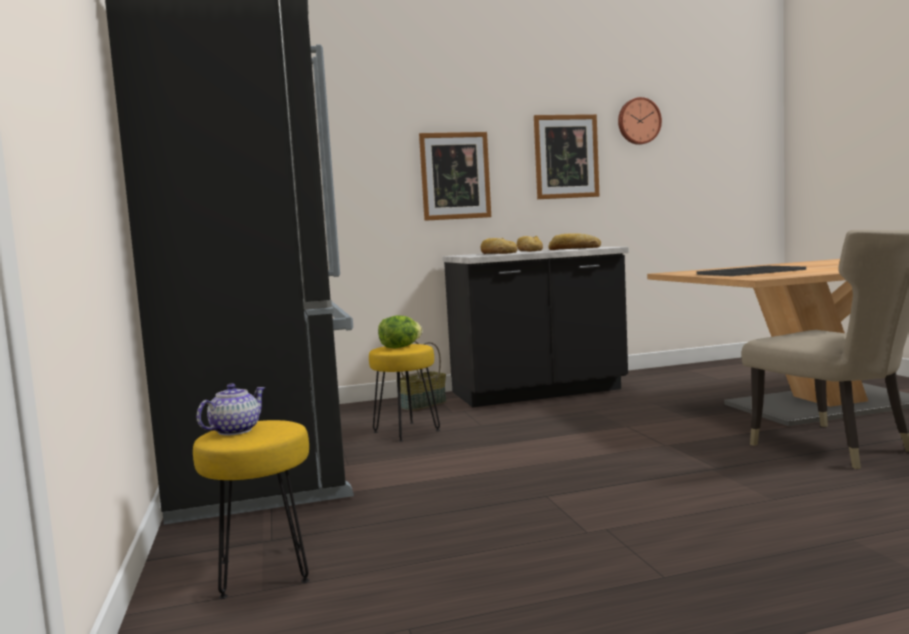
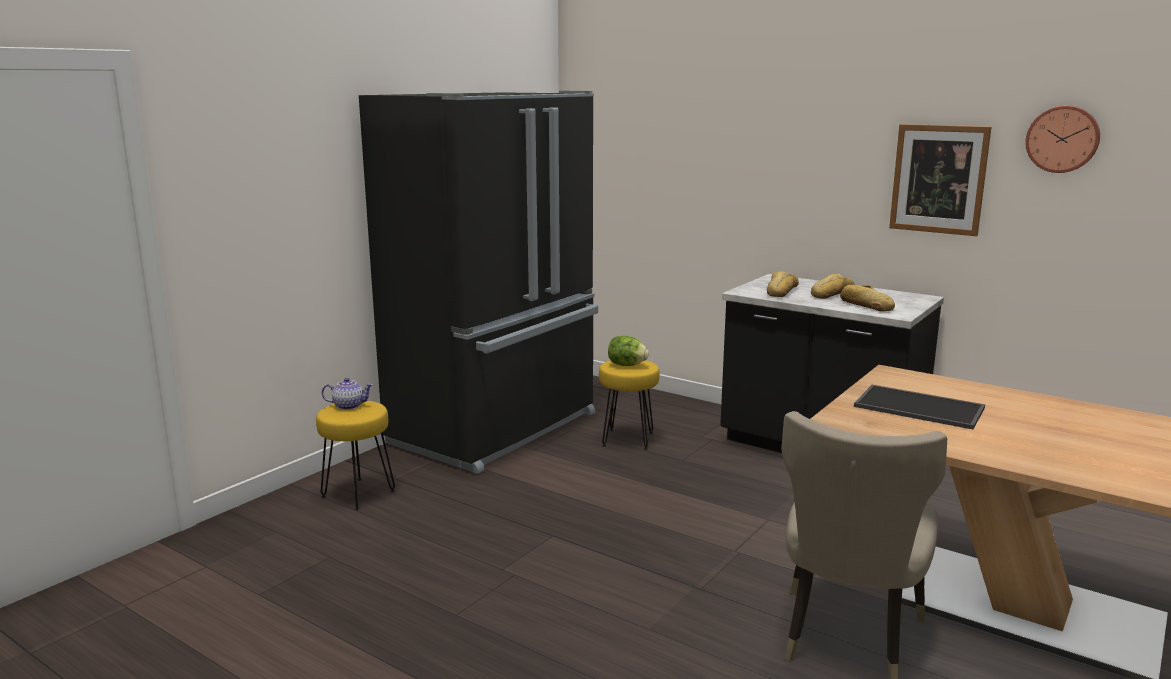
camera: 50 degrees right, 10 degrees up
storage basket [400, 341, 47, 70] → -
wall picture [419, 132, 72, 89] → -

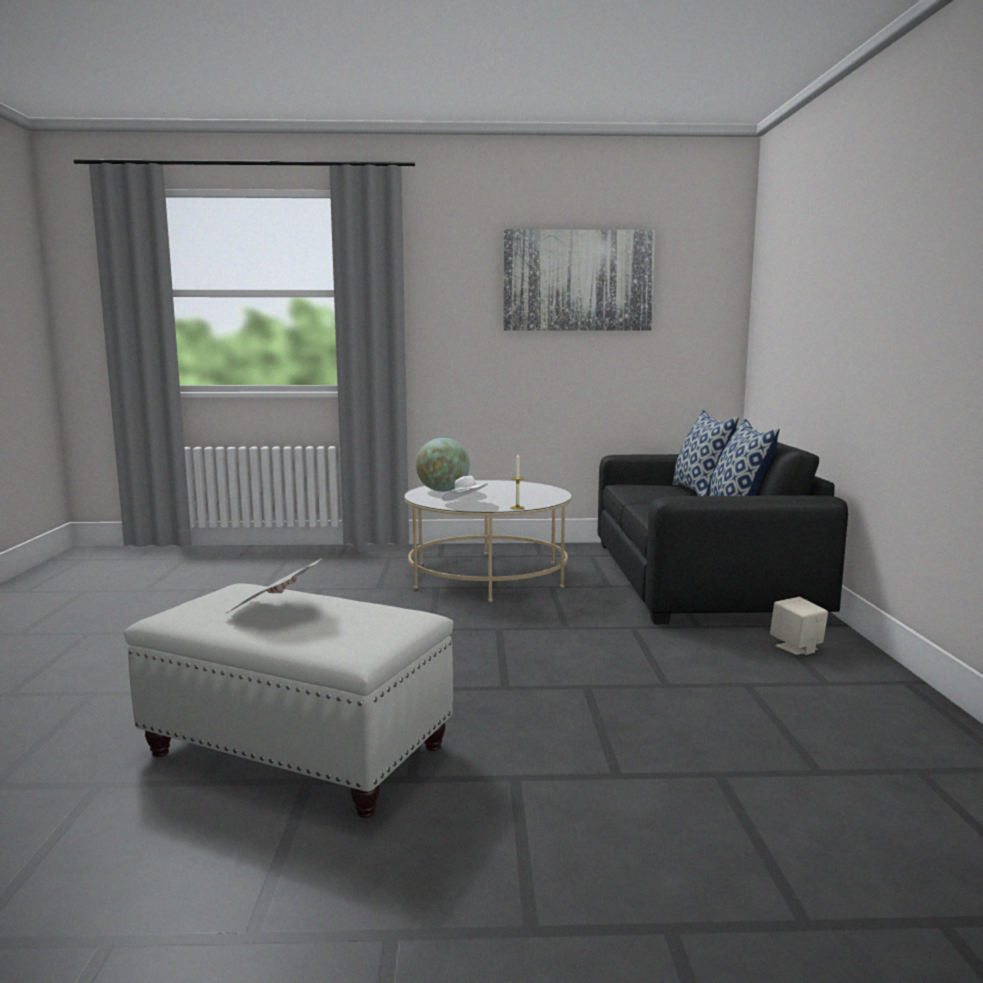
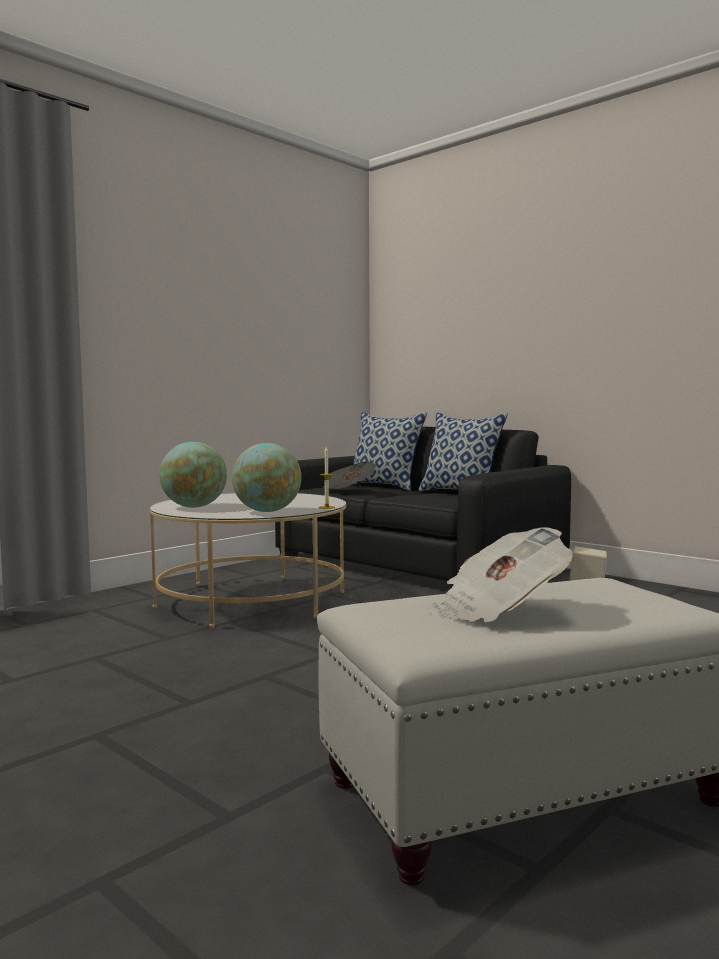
camera: 45 degrees left, 5 degrees down
clothing hat (white-coloured) [442, 476, 46, 26] → world globe [232, 443, 70, 69]
wall picture [503, 229, 152, 102] → -
- → printed paper [323, 461, 54, 28]

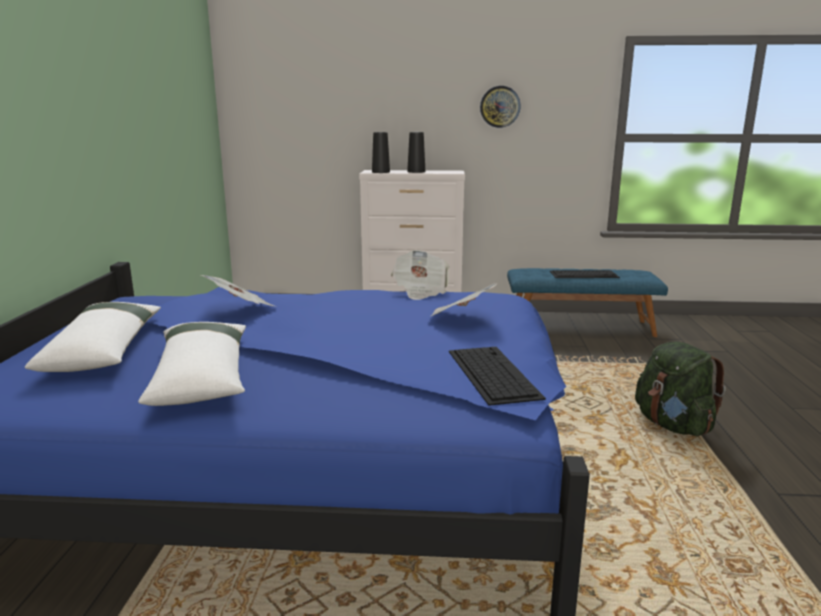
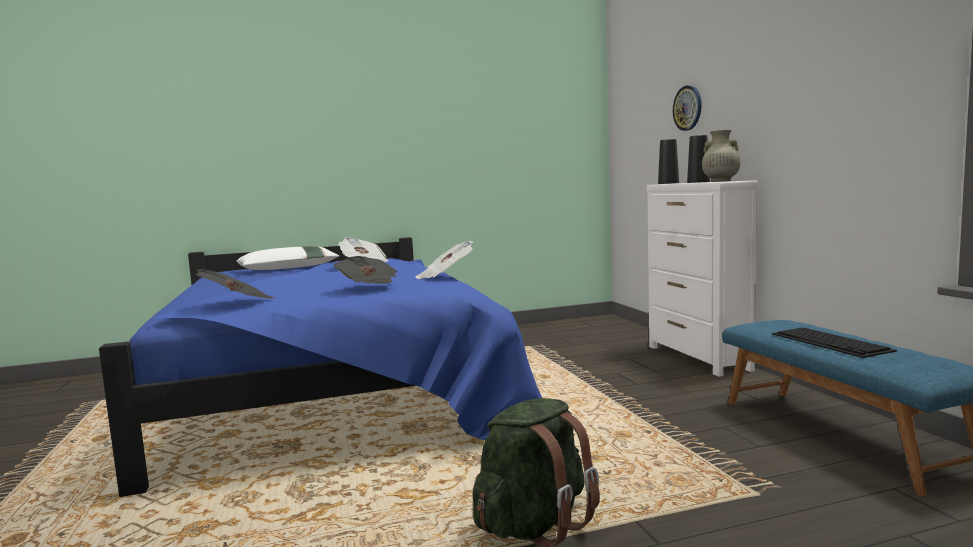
camera: 70 degrees right, 10 degrees down
throw pillow (white-coloured) [138, 322, 108, 84] → -
keyboard [449, 347, 97, 59] → printed paper [196, 269, 80, 30]
clock on the wall [480, 86, 41, 42] → clock on the wall [673, 86, 28, 45], moved
- → flower vase (beige-coloured) [702, 130, 38, 52]

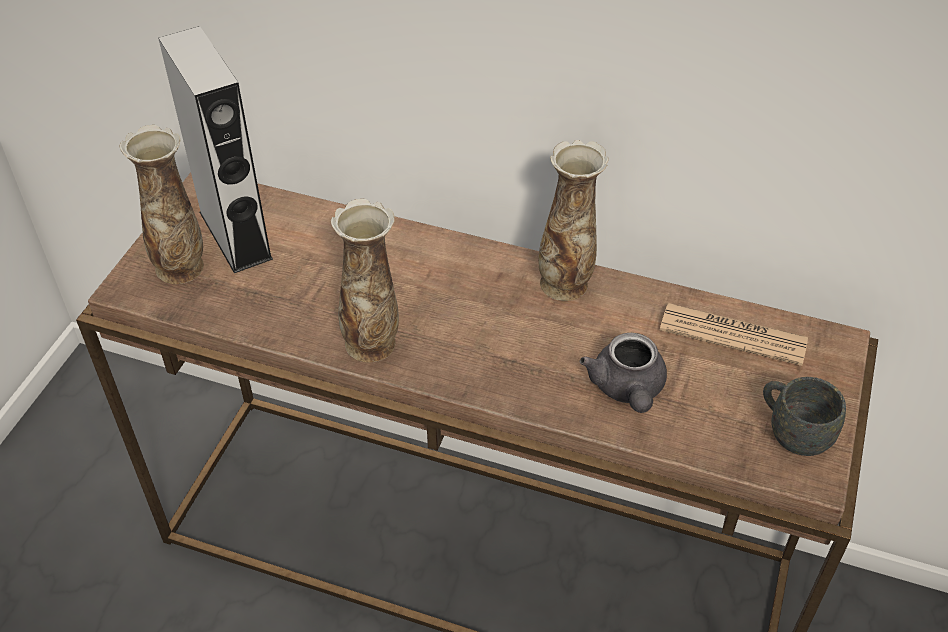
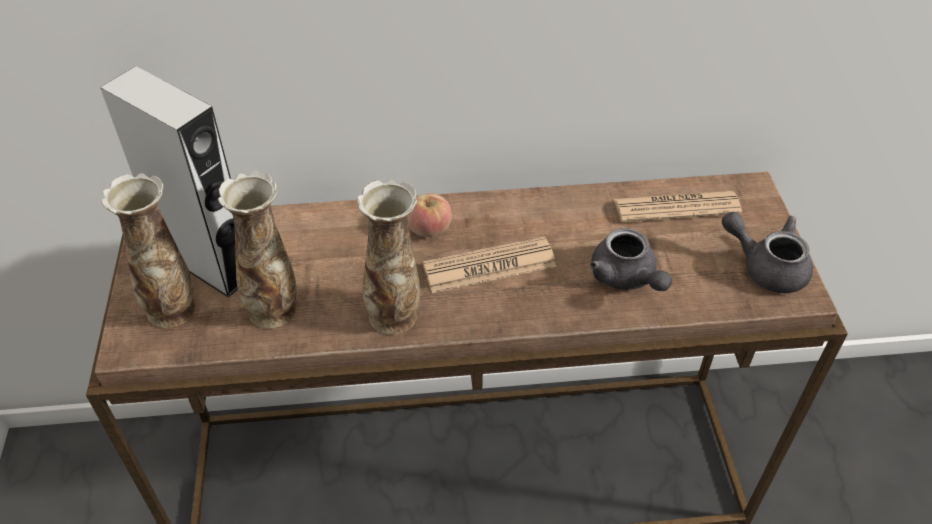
camera: 25 degrees left, 0 degrees up
flower vase [538, 140, 70, 161] → flower vase [218, 171, 79, 158], moved
coffee mug (gray) [763, 377, 83, 79] → teapot (gray) [722, 212, 91, 81]
- → whole apple [408, 193, 44, 44]
- → printed paper [422, 236, 135, 57]

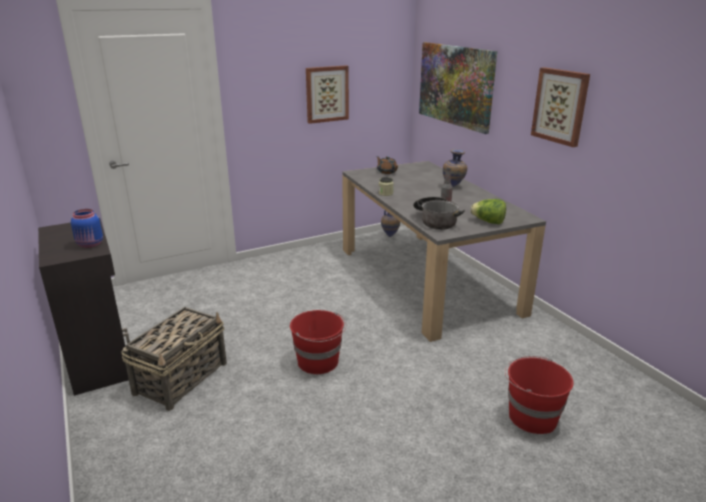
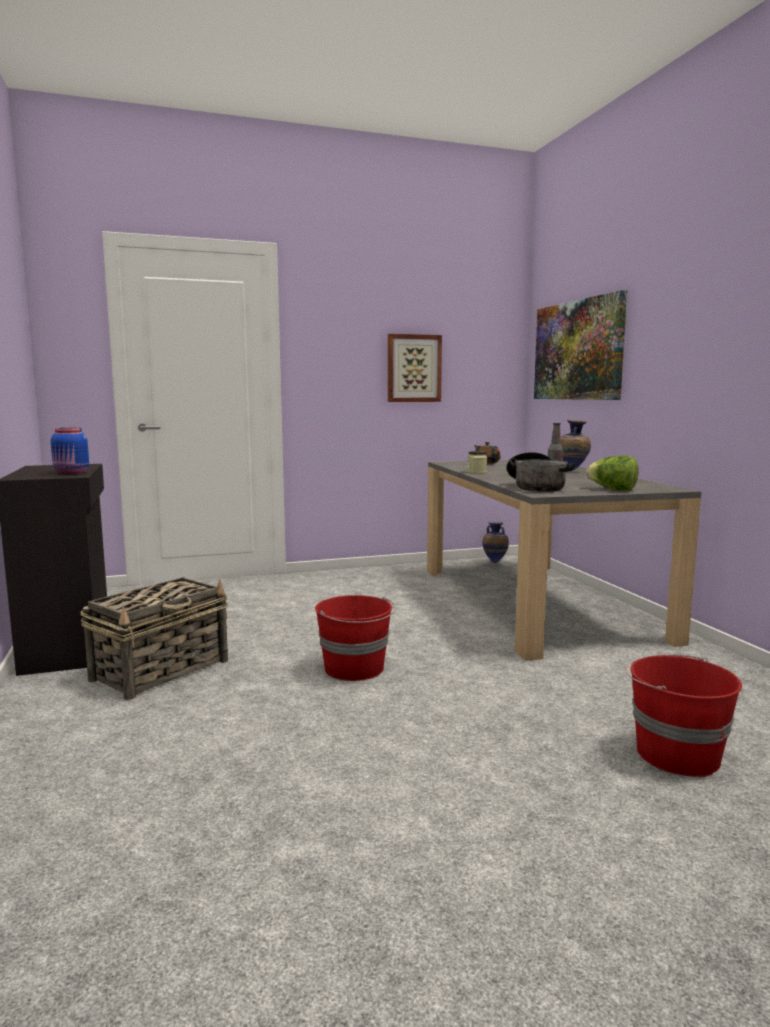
camera: 10 degrees right, 15 degrees down
wall picture [531, 67, 59, 80] → -

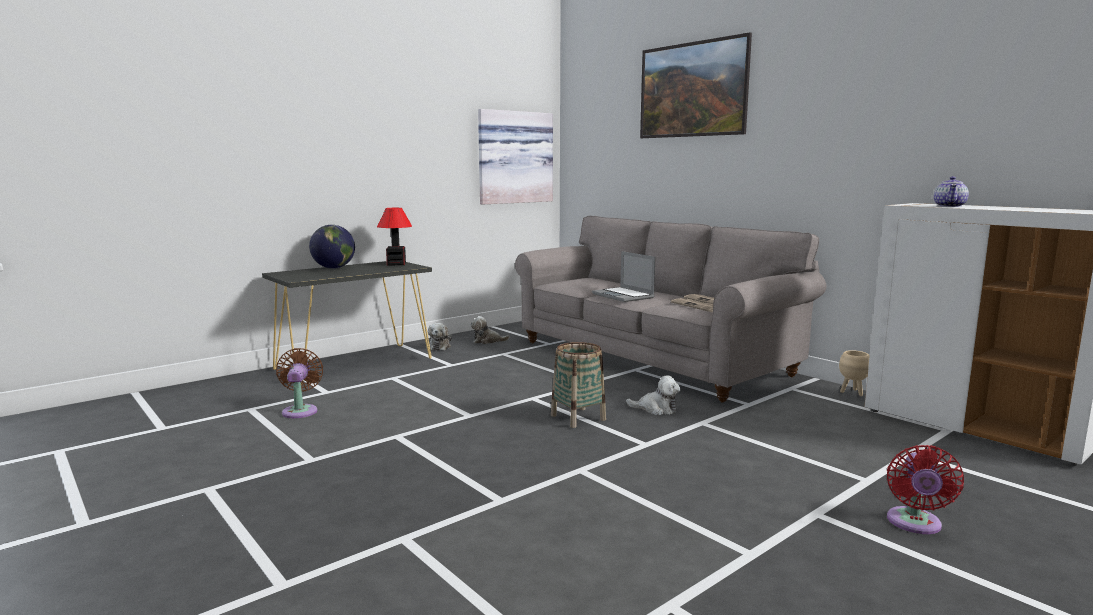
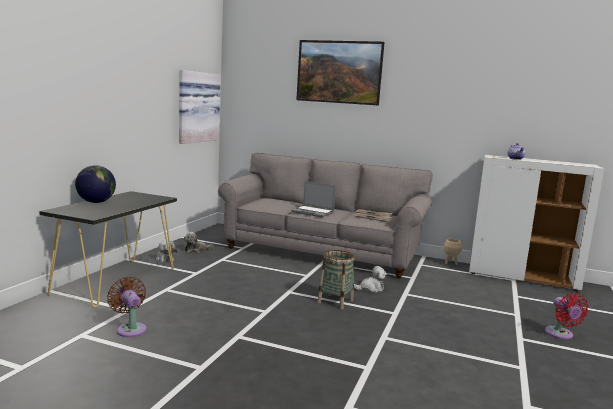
camera: 30 degrees left, 0 degrees up
lamp for a table [377, 208, 35, 57] → -

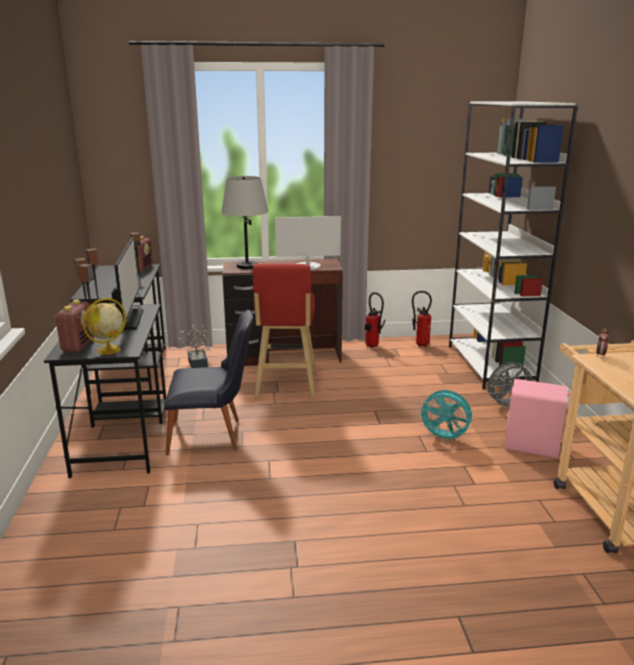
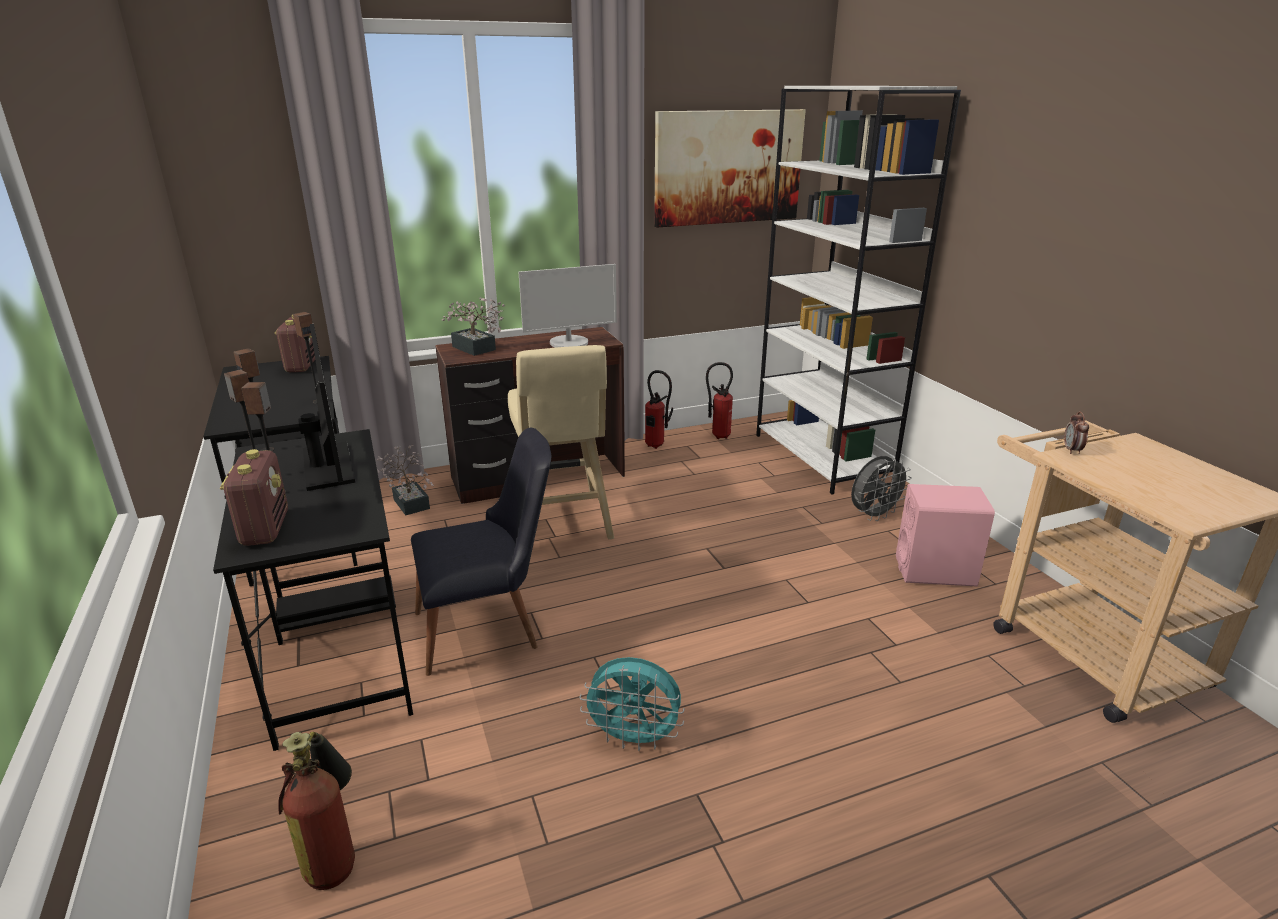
camera: 15 degrees left, 5 degrees up
world globe [83, 298, 43, 57] → -
lamp for a table (gray) [221, 176, 48, 93] → plant in a pot [442, 297, 63, 59]
sitting stool (red) [253, 264, 63, 134] → sitting stool (beige-coloured) [508, 345, 106, 194]
cooling fan (blue-green) [417, 390, 56, 53] → cooling fan (blue-green) [580, 657, 105, 94], moved
- → extinguisher [278, 732, 77, 158]
- → wall picture [654, 109, 152, 118]

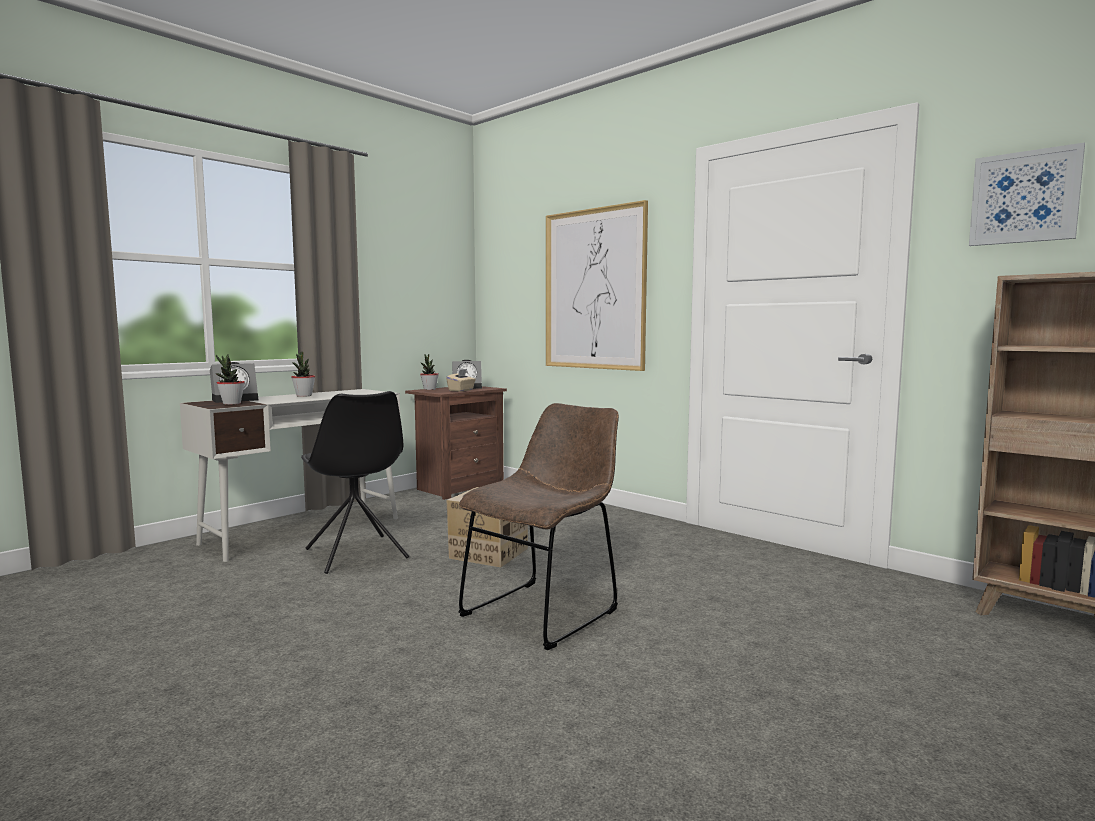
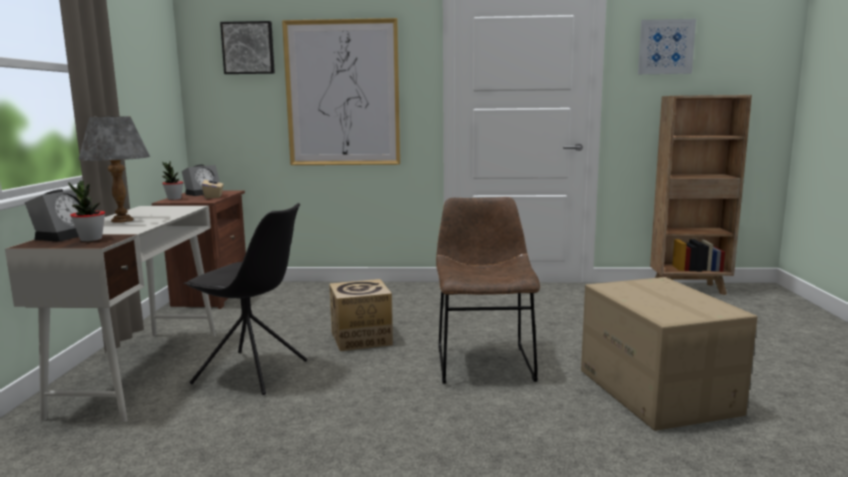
camera: 40 degrees left, 5 degrees up
plant in a pot [291, 351, 25, 46] → lamp for a table (gray) [78, 116, 72, 107]
- → wall picture [220, 21, 55, 53]
- → cardboard box [581, 277, 176, 154]

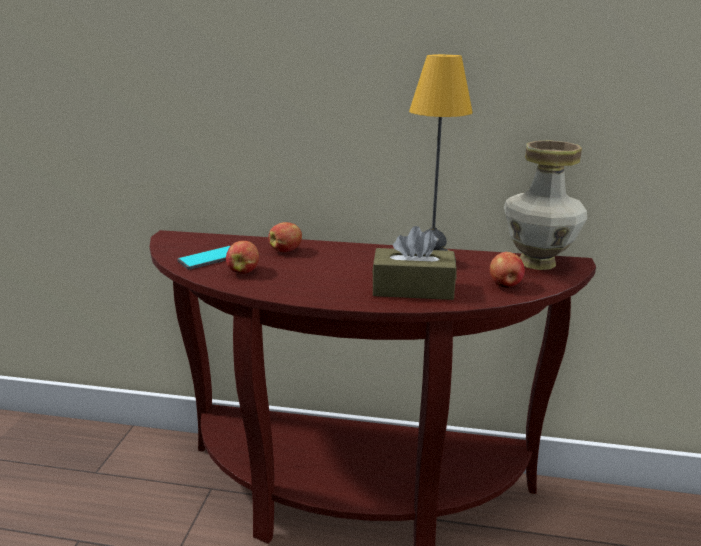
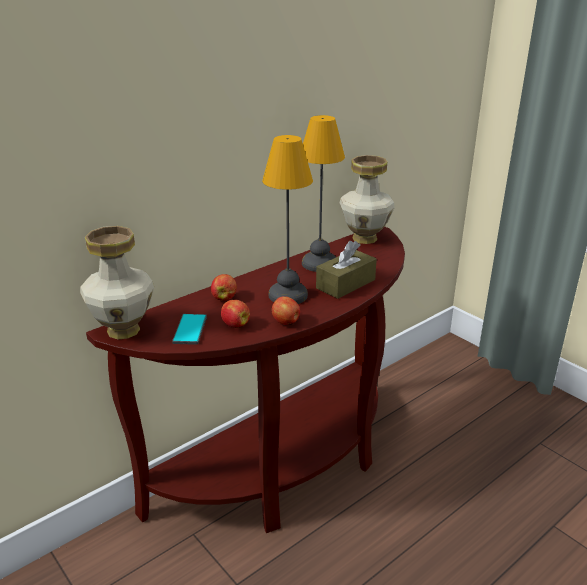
camera: 50 degrees left, 5 degrees up
whole apple [490, 252, 35, 36] → whole apple [272, 296, 28, 29], moved
- → flower vase [80, 226, 74, 113]
- → lamp for a table [262, 135, 51, 169]

